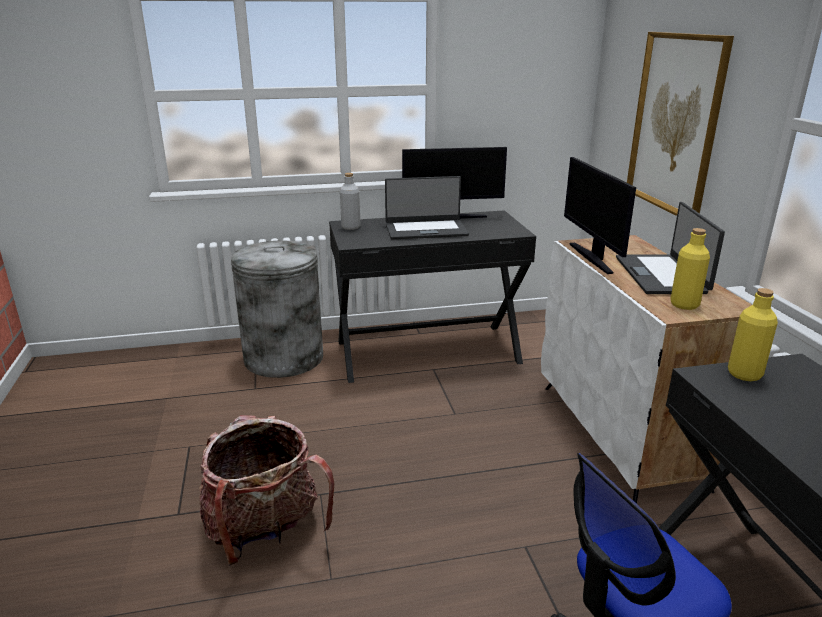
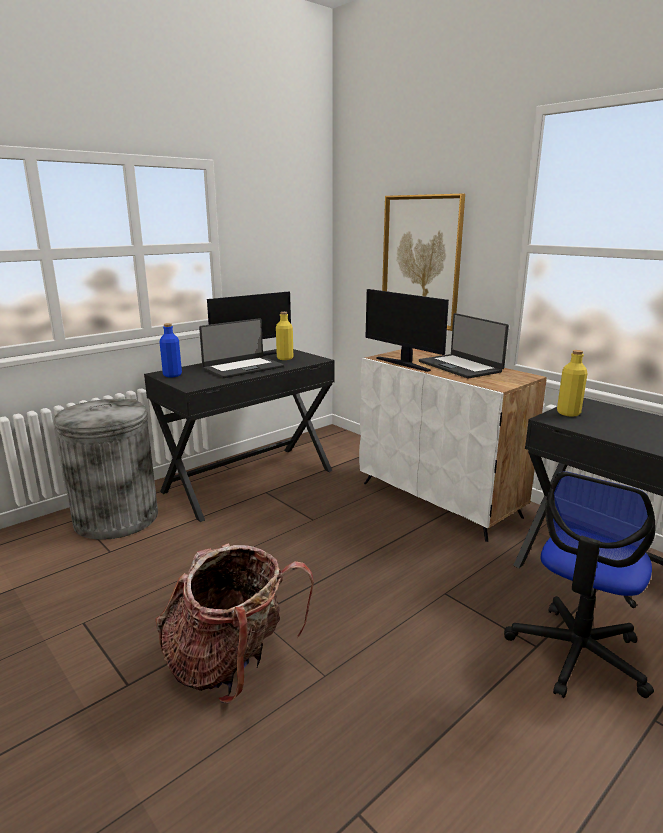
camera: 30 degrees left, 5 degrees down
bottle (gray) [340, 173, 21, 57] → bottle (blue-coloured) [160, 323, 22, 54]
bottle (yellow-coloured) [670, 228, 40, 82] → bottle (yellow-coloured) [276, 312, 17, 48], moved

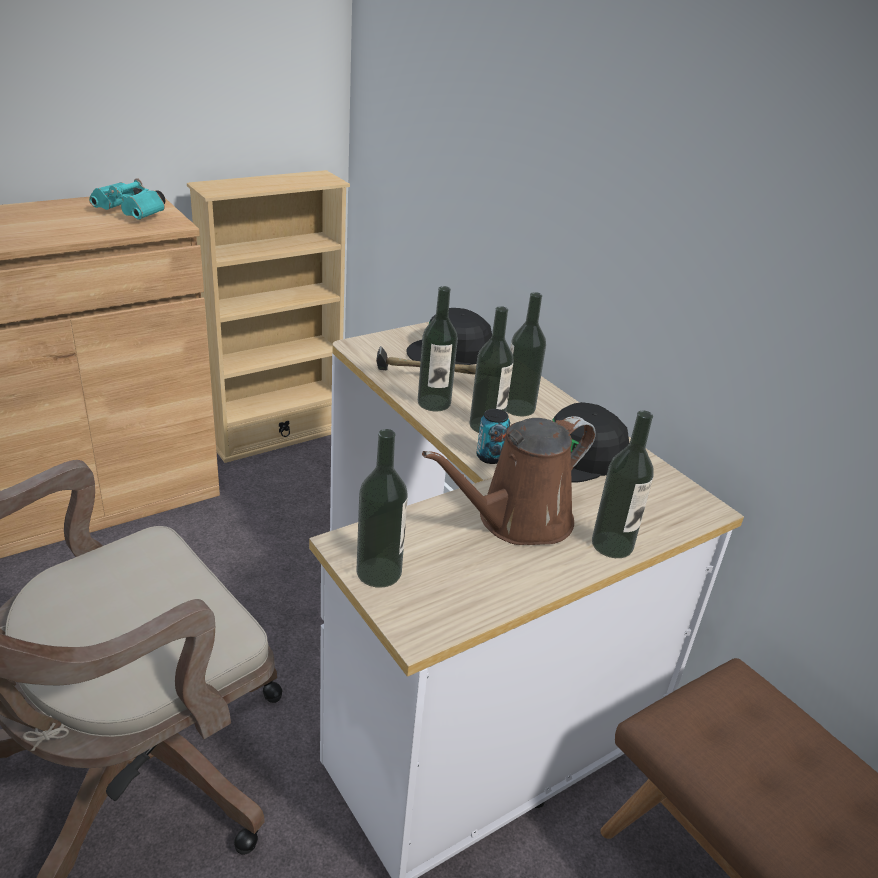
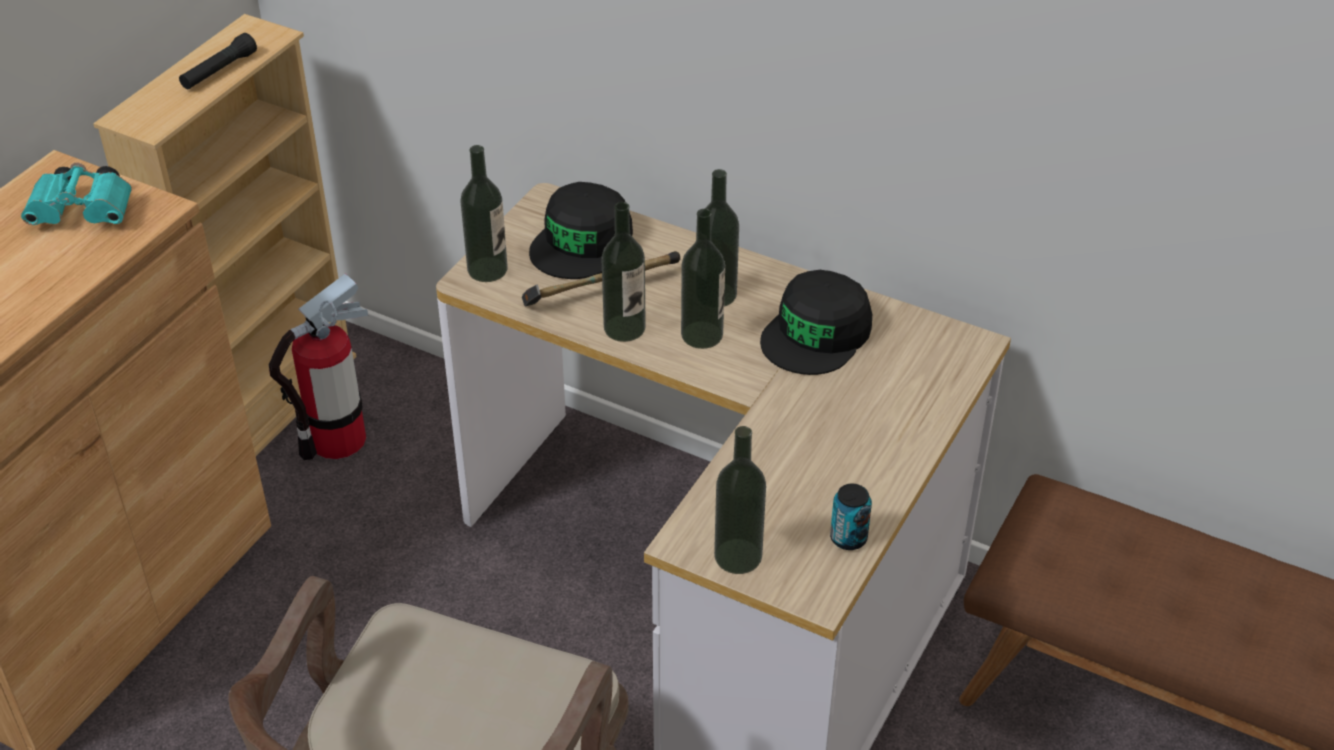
camera: 25 degrees left, 10 degrees up
sprinkling can (brown) [422, 416, 174, 129] → -
metal can [476, 409, 34, 55] → metal can [830, 483, 42, 67], moved
bottle [592, 411, 62, 147] → bottle [461, 145, 47, 137], moved
- → torch (black) [179, 33, 78, 56]
- → extinguisher [269, 273, 99, 187]

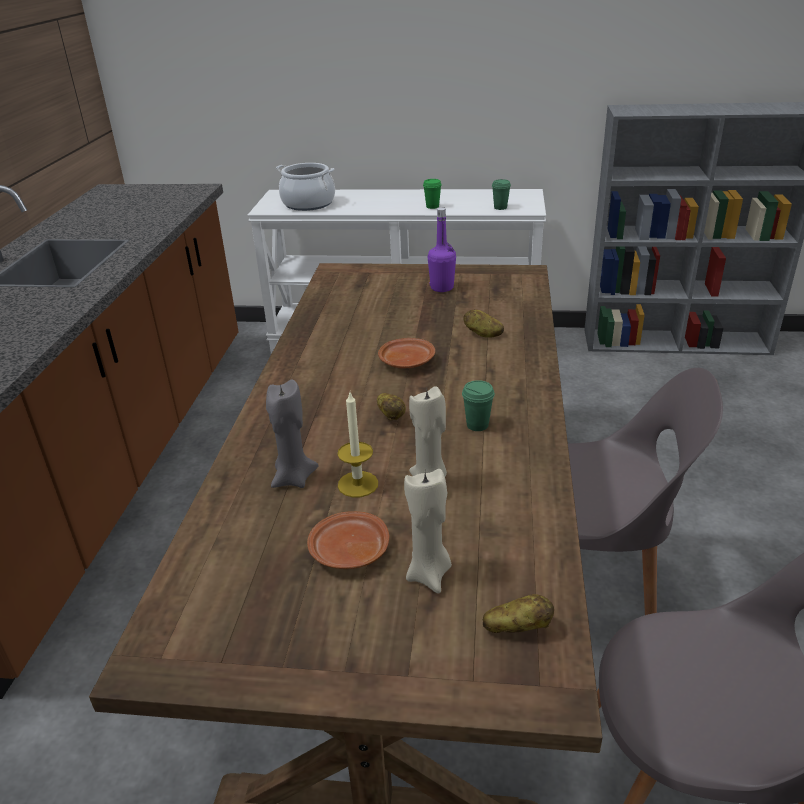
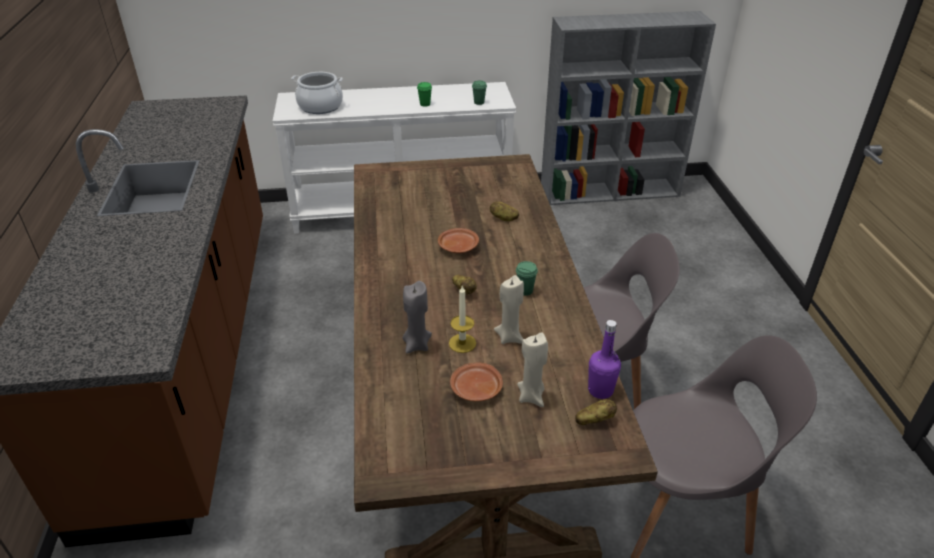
camera: 15 degrees left, 5 degrees up
bottle (purplish) [427, 207, 29, 85] → bottle (purplish) [588, 320, 33, 79], moved

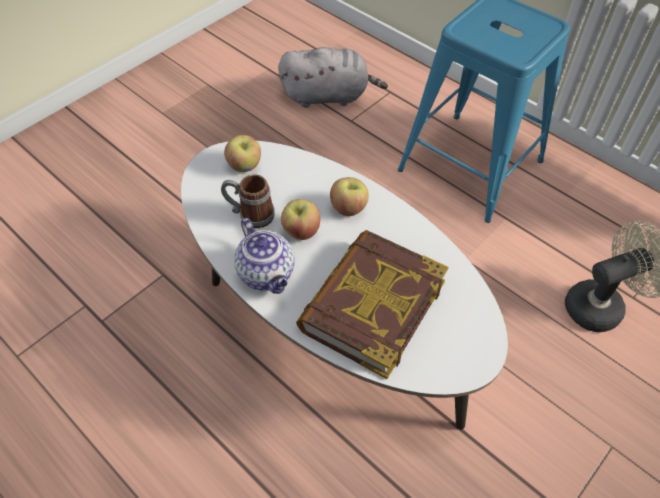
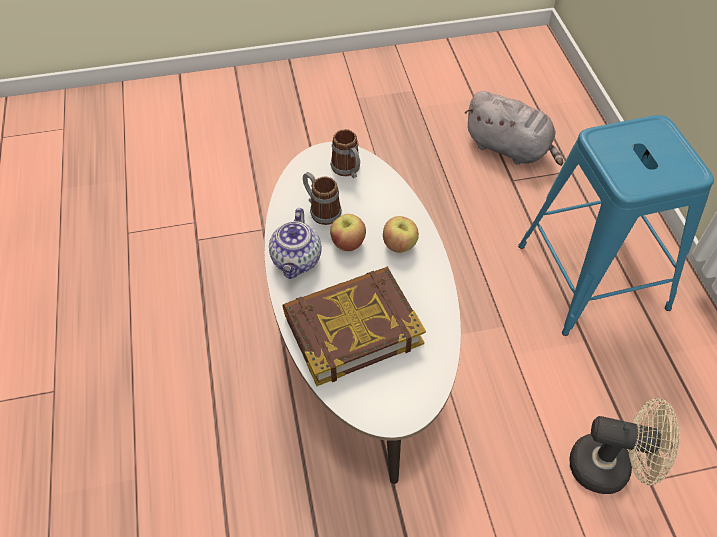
camera: 35 degrees right, 0 degrees up
whole apple [224, 135, 37, 37] → coffee mug [331, 129, 29, 49]

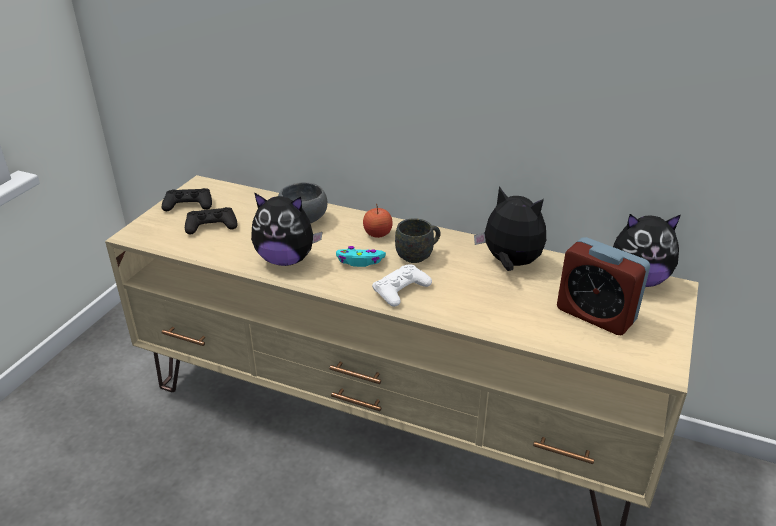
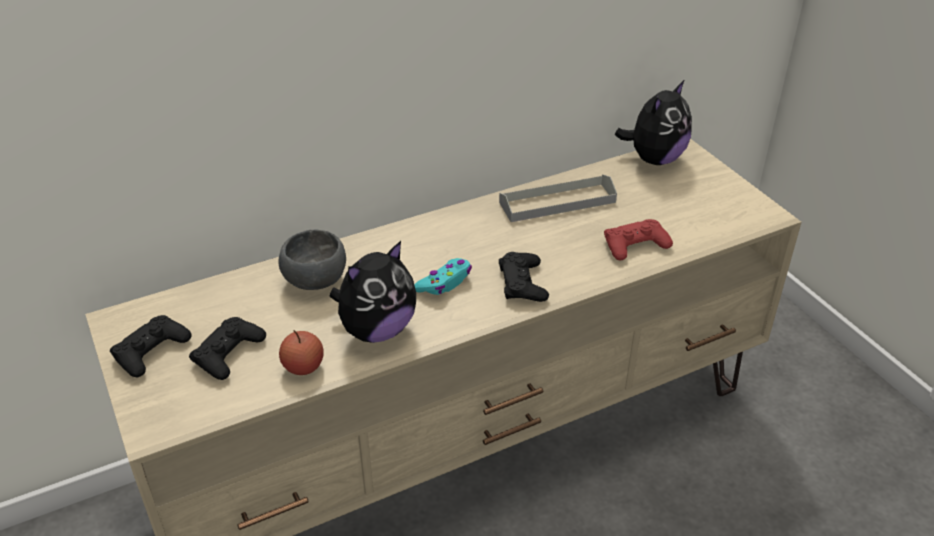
camera: 50 degrees left, 5 degrees up
whole apple [363, 203, 30, 35] → whole apple [279, 330, 45, 45], moved
joypad (white-coloured) [372, 264, 60, 43] → joypad (black) [499, 252, 50, 50]
coffee mug (gray) [395, 218, 46, 45] → -
plush toy [474, 186, 72, 85] → tray (gray) [499, 175, 118, 47]
table clock [557, 237, 93, 98] → -
- → joypad (red) [604, 219, 69, 41]

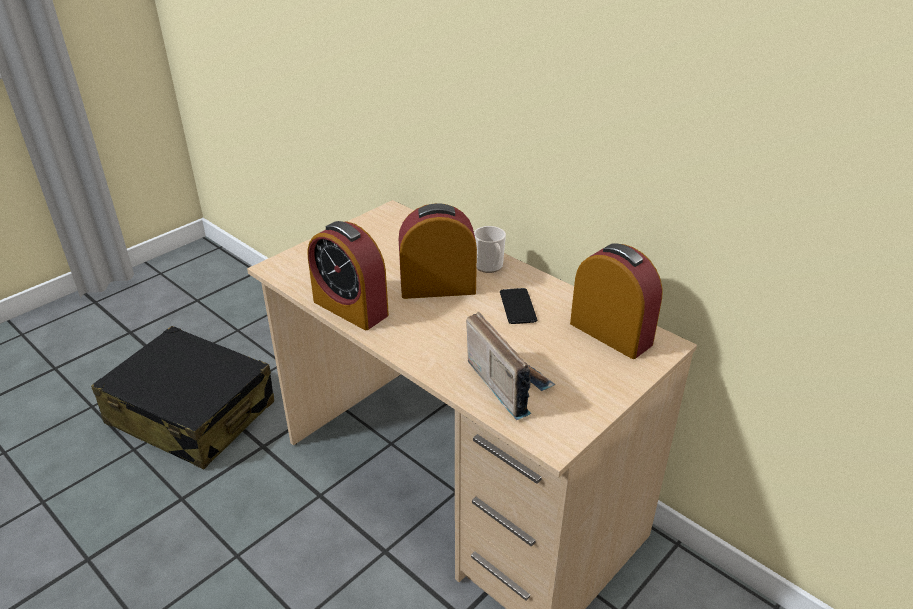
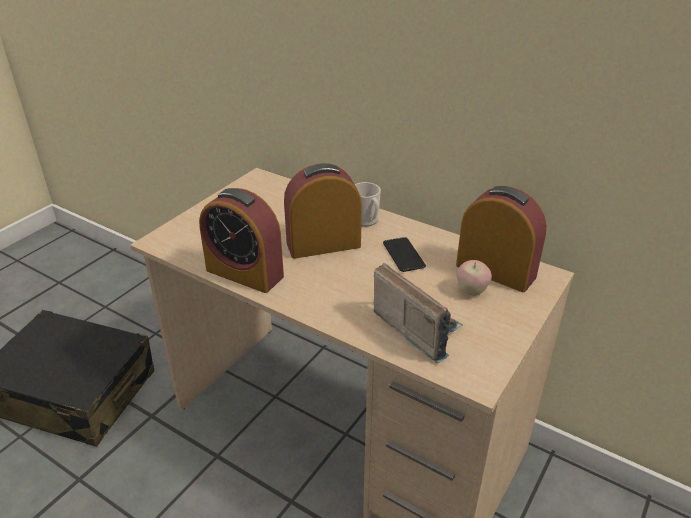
camera: 10 degrees left, 0 degrees up
- → whole apple [457, 260, 35, 36]

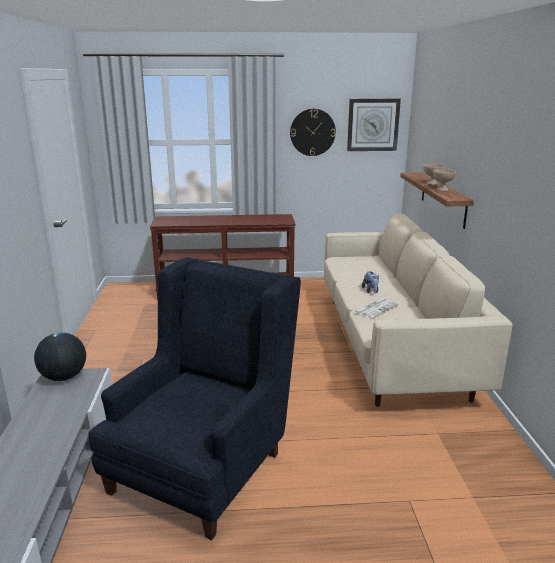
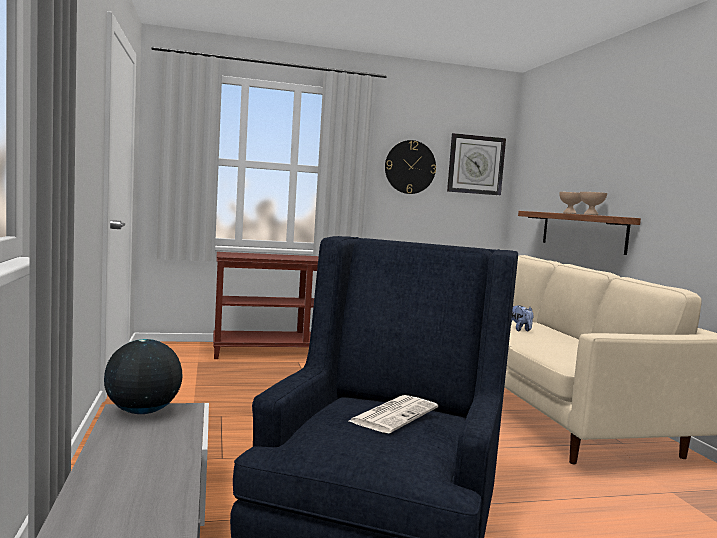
camera: 10 degrees left, 15 degrees down
printed paper [354, 298, 45, 21] → printed paper [349, 395, 89, 39], moved

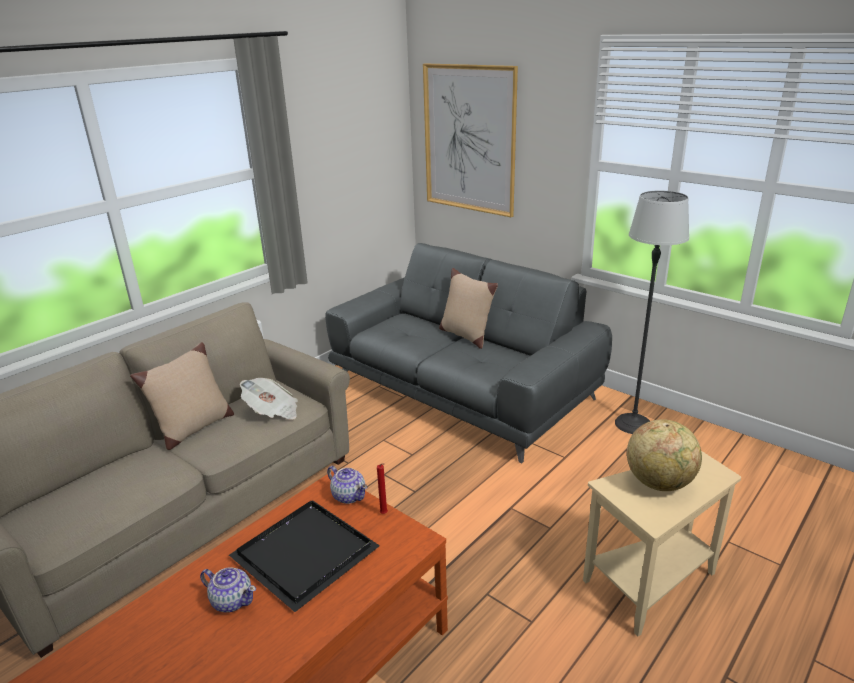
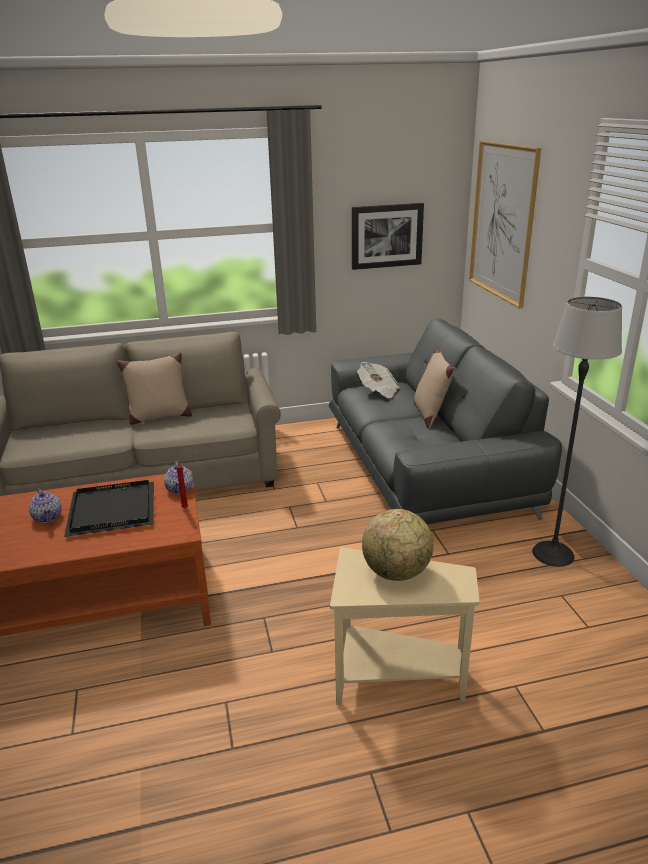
camera: 35 degrees right, 0 degrees up
printed paper [240, 378, 58, 42] → printed paper [357, 362, 43, 36], moved
- → wall picture [352, 203, 72, 67]

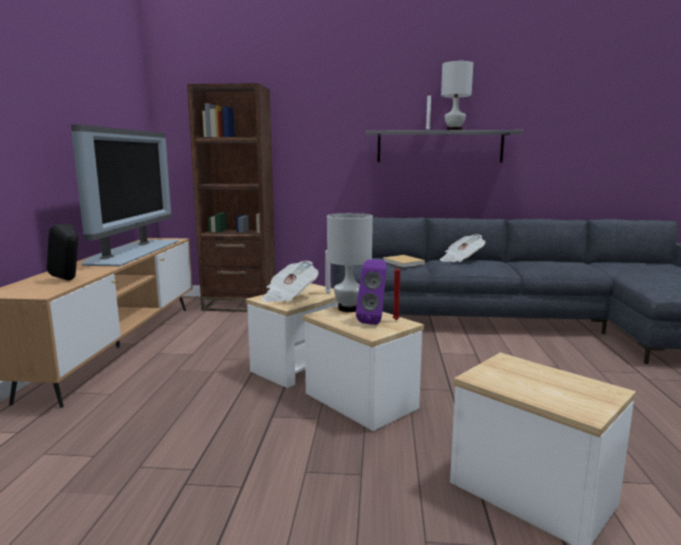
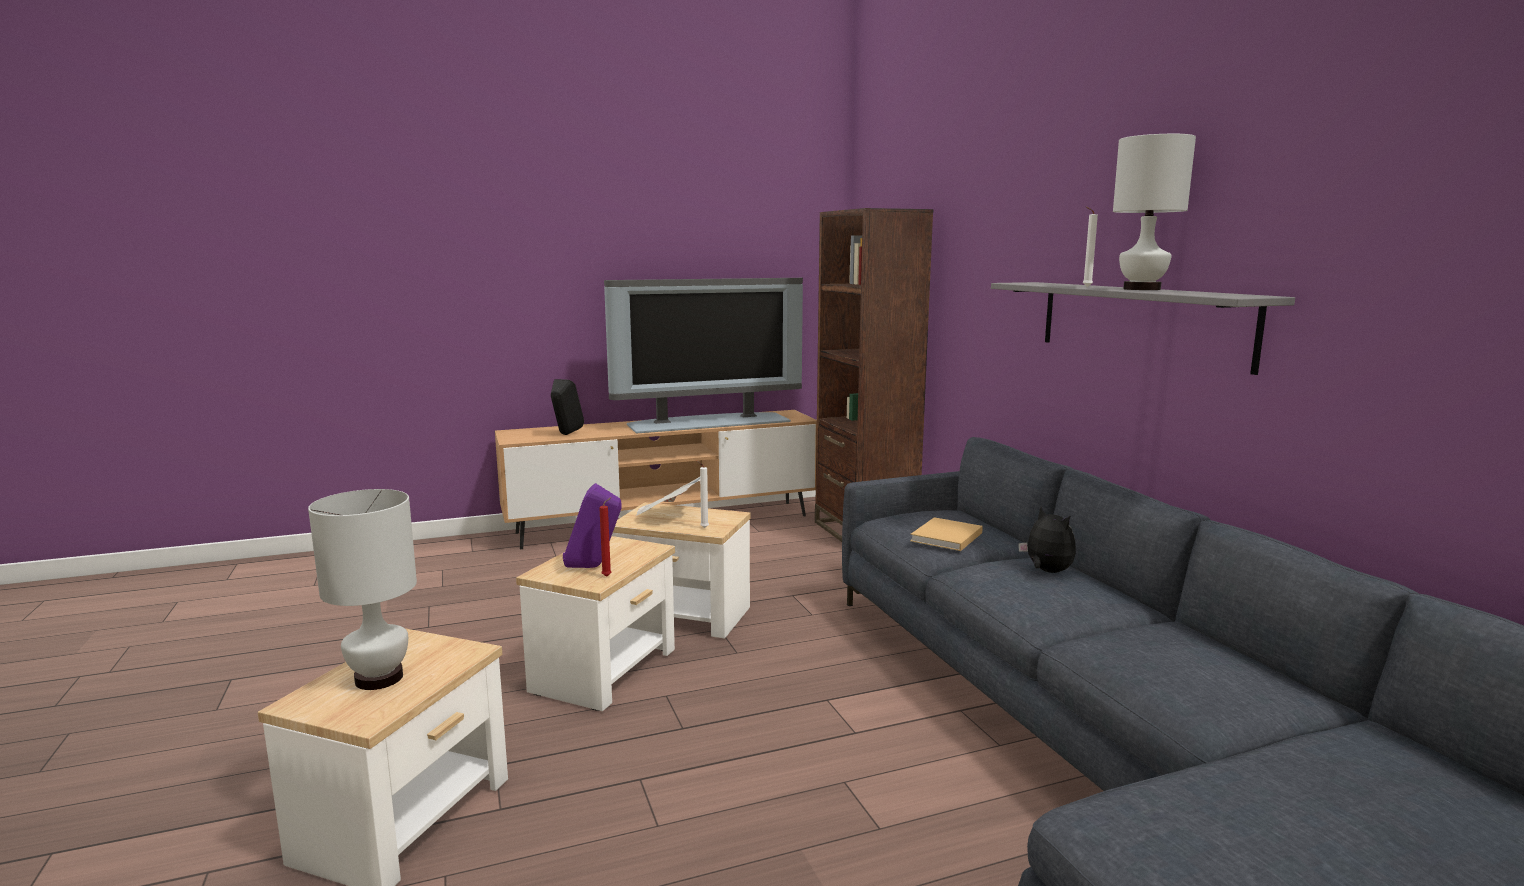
camera: 65 degrees right, 0 degrees up
lamp for a table (white-coloured) [327, 213, 46, 99] → lamp for a table (white-coloured) [308, 489, 109, 201], moved
printed paper [440, 234, 45, 28] → plush toy [1018, 506, 58, 67]

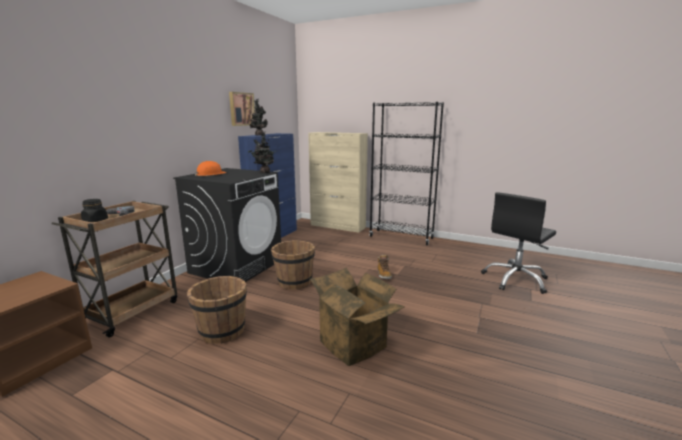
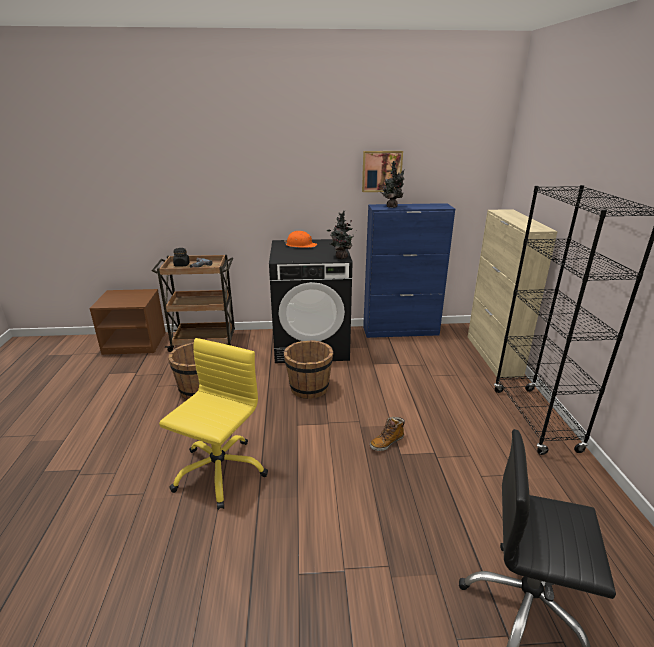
camera: 60 degrees right, 10 degrees up
cardboard box [310, 267, 95, 99] → office chair (yellow-coloured) [159, 338, 109, 172]

